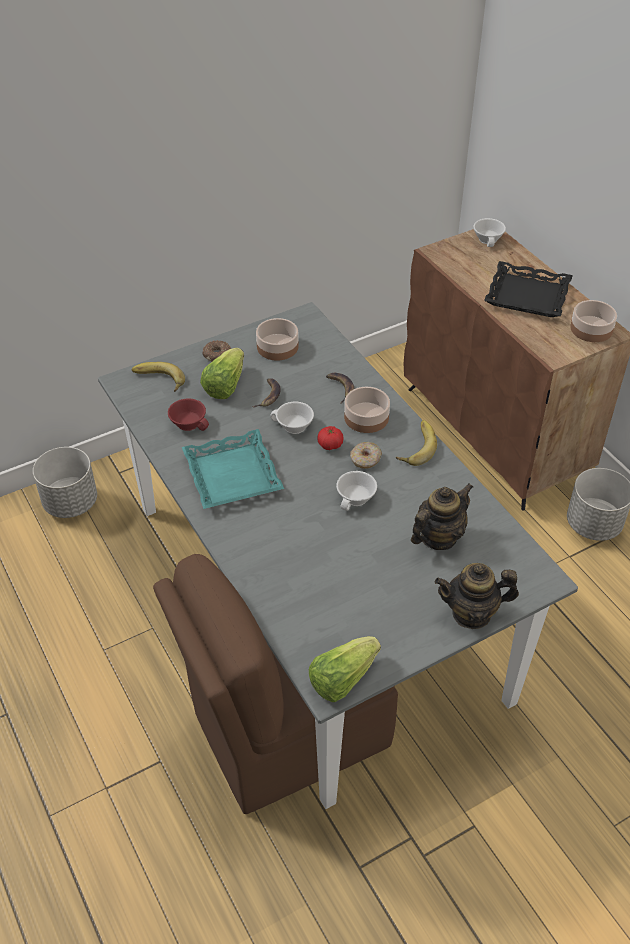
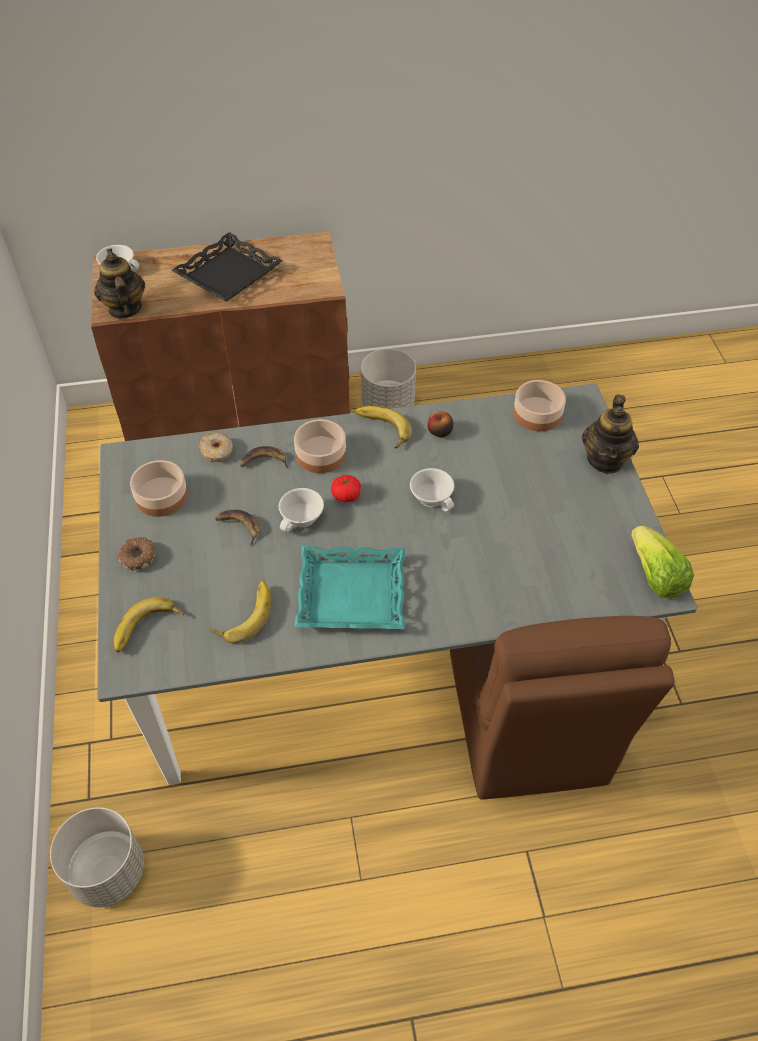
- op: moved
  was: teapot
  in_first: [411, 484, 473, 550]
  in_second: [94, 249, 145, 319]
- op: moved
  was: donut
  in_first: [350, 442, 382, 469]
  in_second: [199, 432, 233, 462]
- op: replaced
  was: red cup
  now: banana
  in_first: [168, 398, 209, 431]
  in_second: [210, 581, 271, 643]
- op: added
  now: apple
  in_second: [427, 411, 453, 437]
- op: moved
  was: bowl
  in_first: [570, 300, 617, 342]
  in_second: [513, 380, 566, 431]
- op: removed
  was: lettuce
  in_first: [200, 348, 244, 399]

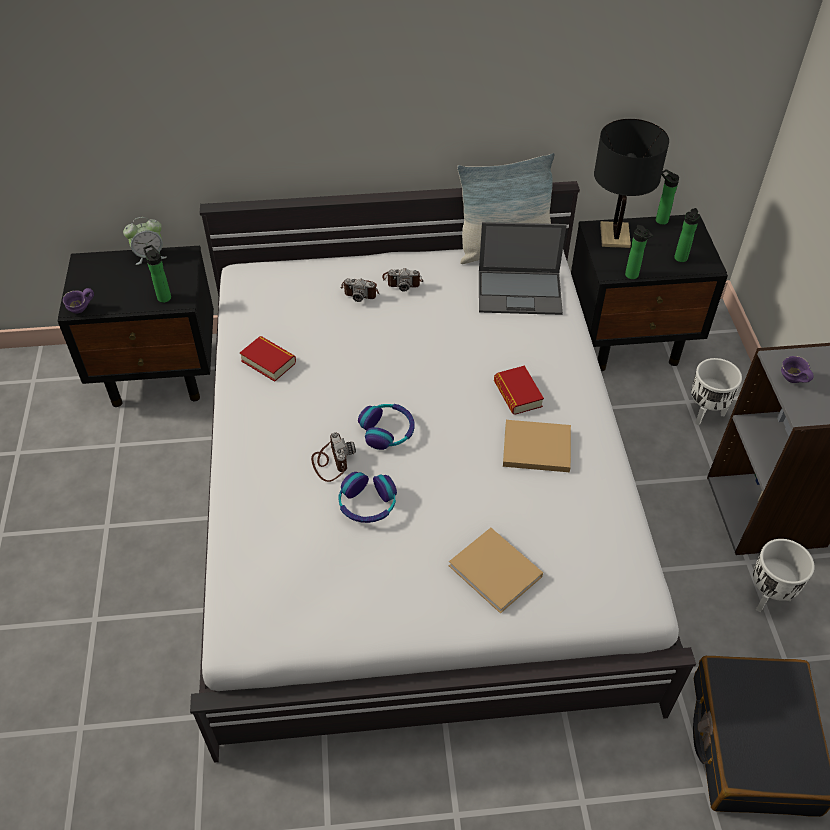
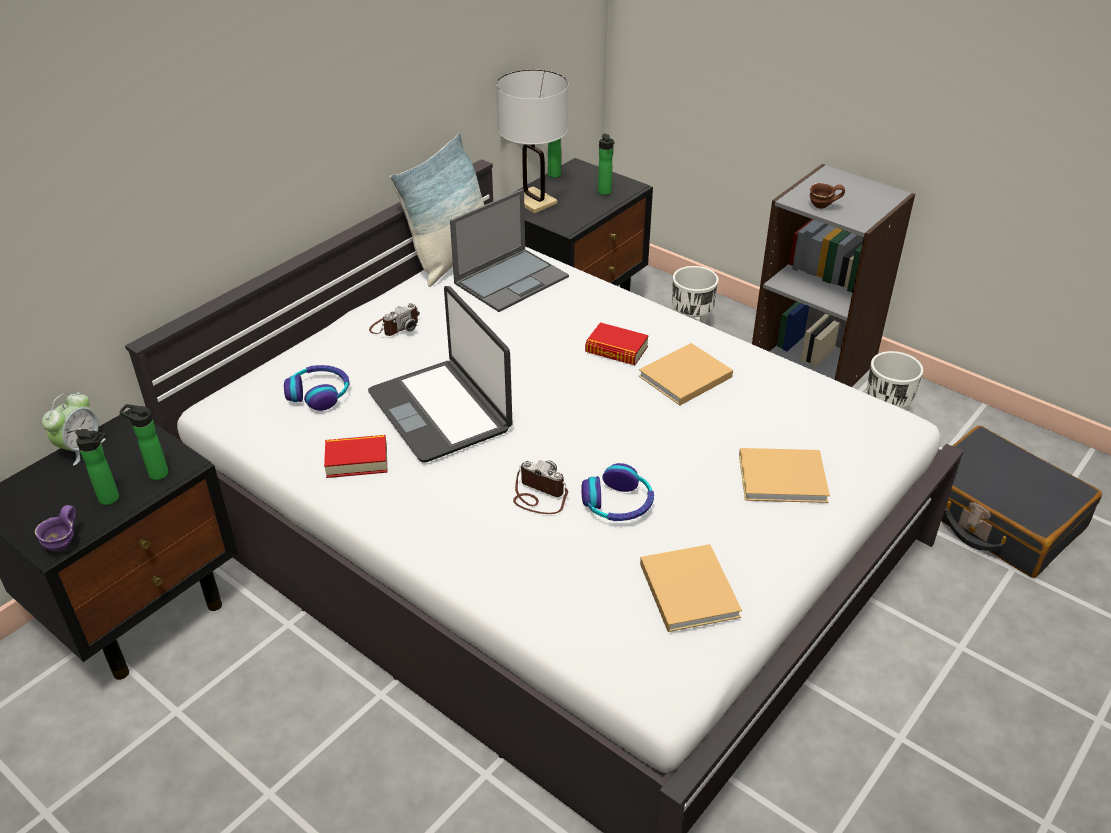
- op: moved
  was: bottle
  in_first: [625, 225, 653, 279]
  in_second: [75, 429, 119, 505]
- op: moved
  was: headphones
  in_first: [358, 404, 415, 450]
  in_second: [284, 365, 350, 411]
- op: added
  now: laptop
  in_second: [368, 286, 513, 463]
- op: recoloured
  was: black table lamp
  now: white table lamp
  in_first: [594, 119, 669, 248]
  in_second: [496, 70, 568, 214]
- op: added
  now: beige book
  in_second: [640, 544, 742, 632]
- op: recoloured
  was: purple mug
  now: brown mug
  in_first: [781, 356, 814, 383]
  in_second: [810, 183, 845, 209]
- op: removed
  was: photo camera
  in_first: [340, 278, 380, 302]

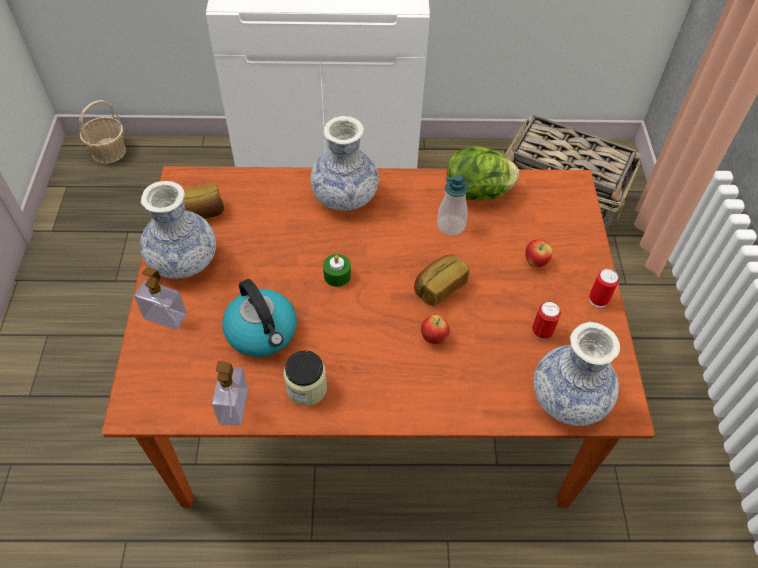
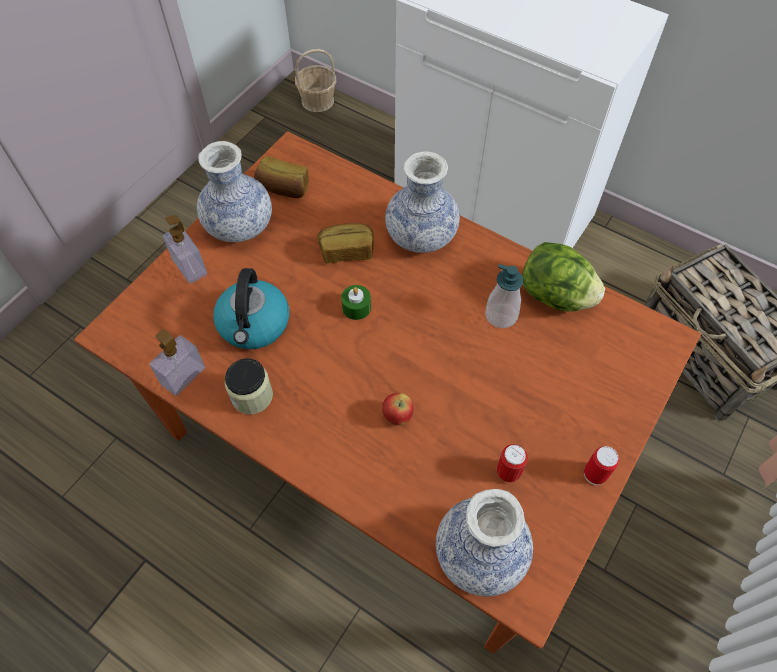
- op: moved
  was: bread
  in_first: [414, 254, 470, 307]
  in_second: [317, 223, 374, 264]
- op: removed
  was: apple
  in_first: [525, 239, 552, 267]

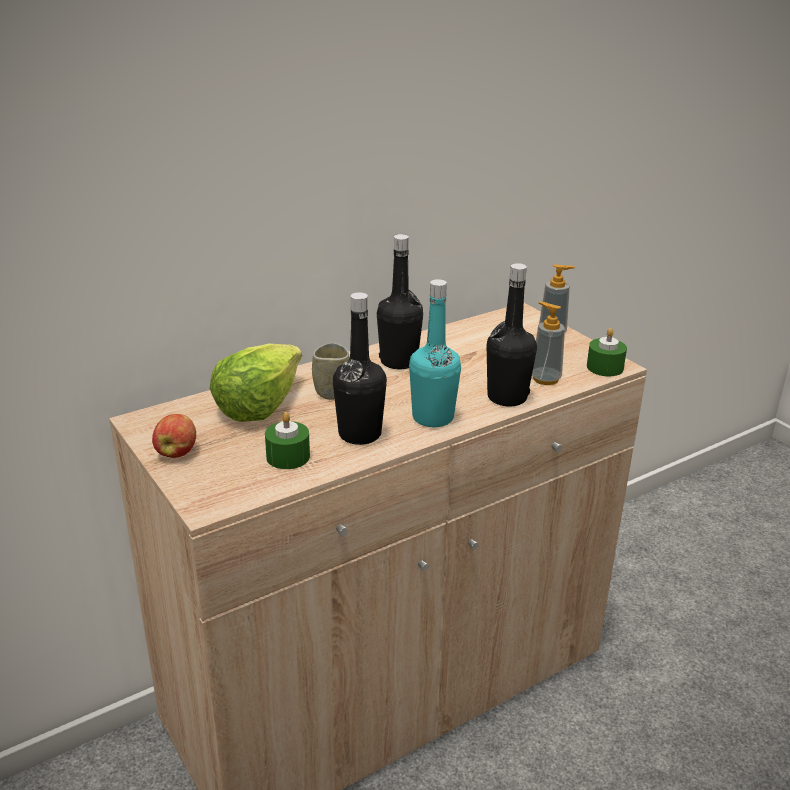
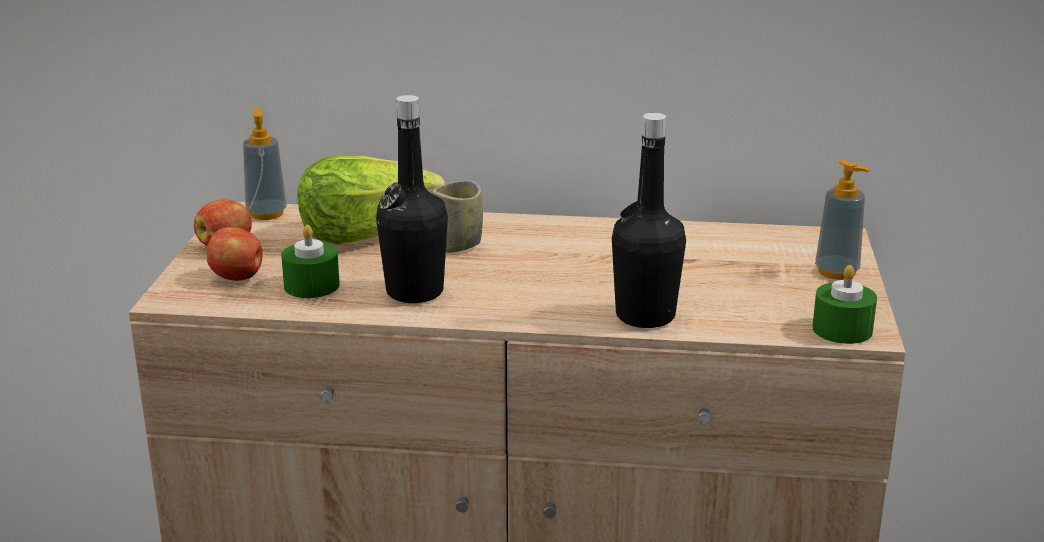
- op: added
  now: apple
  in_second: [206, 227, 263, 281]
- op: moved
  was: soap dispenser
  in_first: [532, 302, 565, 385]
  in_second: [243, 108, 287, 220]
- op: removed
  was: black bottle
  in_first: [377, 234, 423, 369]
- op: removed
  was: turquoise bottle
  in_first: [409, 279, 461, 427]

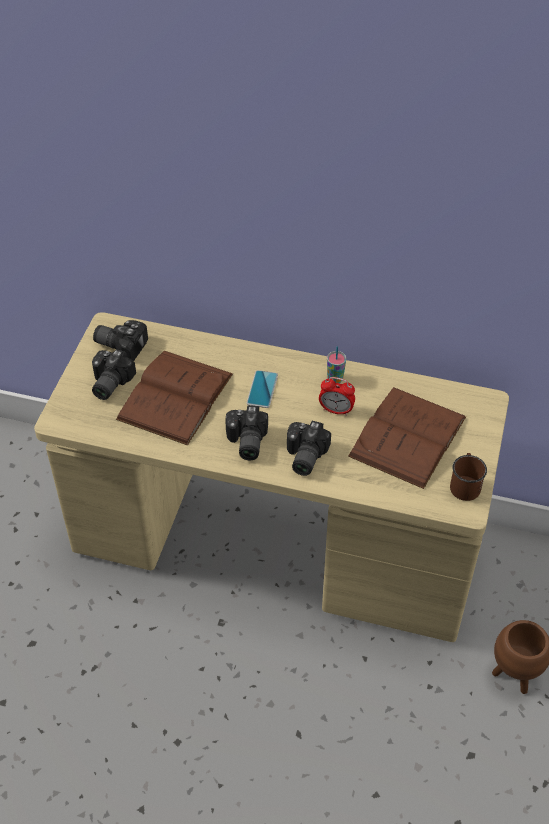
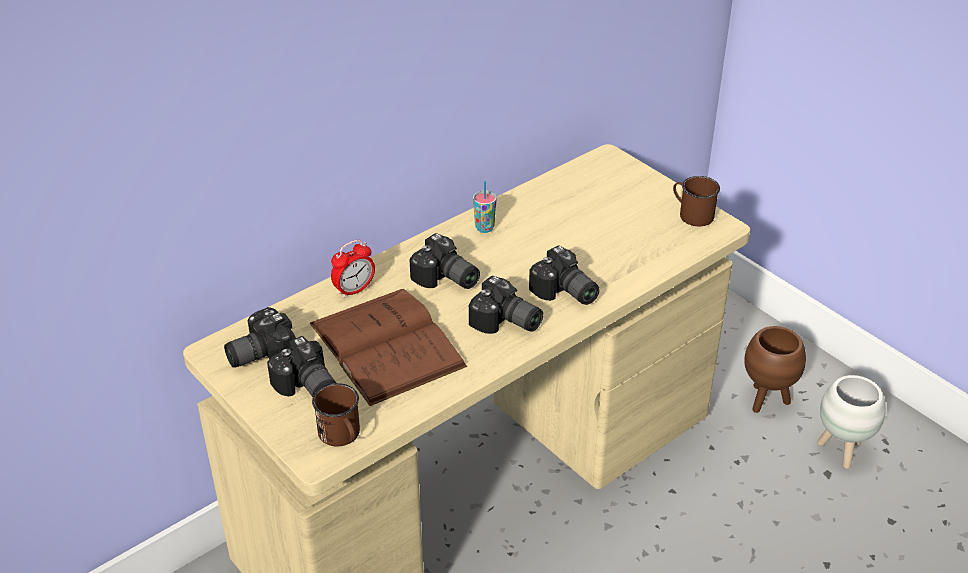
- op: added
  now: brown mug
  in_second: [312, 383, 360, 446]
- op: moved
  was: alarm clock
  in_first: [319, 377, 355, 416]
  in_second: [331, 240, 375, 299]
- op: replaced
  was: phone
  now: photo camera
  in_first: [247, 370, 278, 408]
  in_second: [410, 233, 480, 289]
- op: added
  now: white planter
  in_second: [818, 375, 886, 469]
- op: removed
  was: brown book
  in_first: [348, 387, 466, 489]

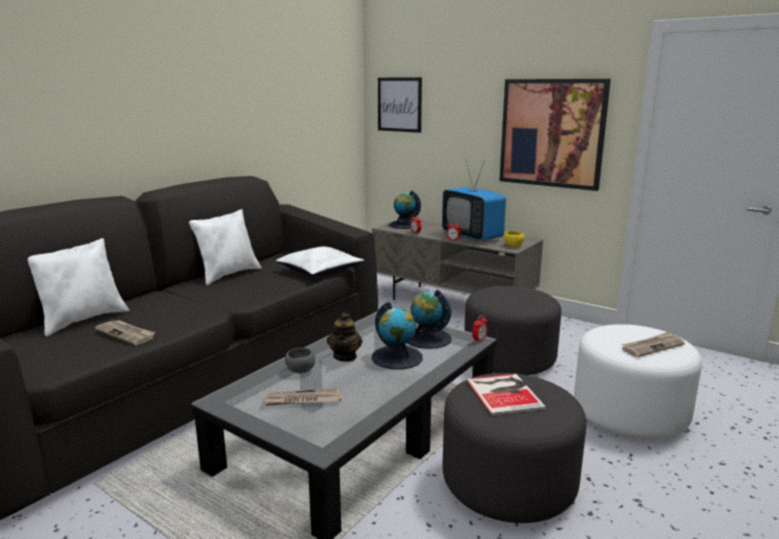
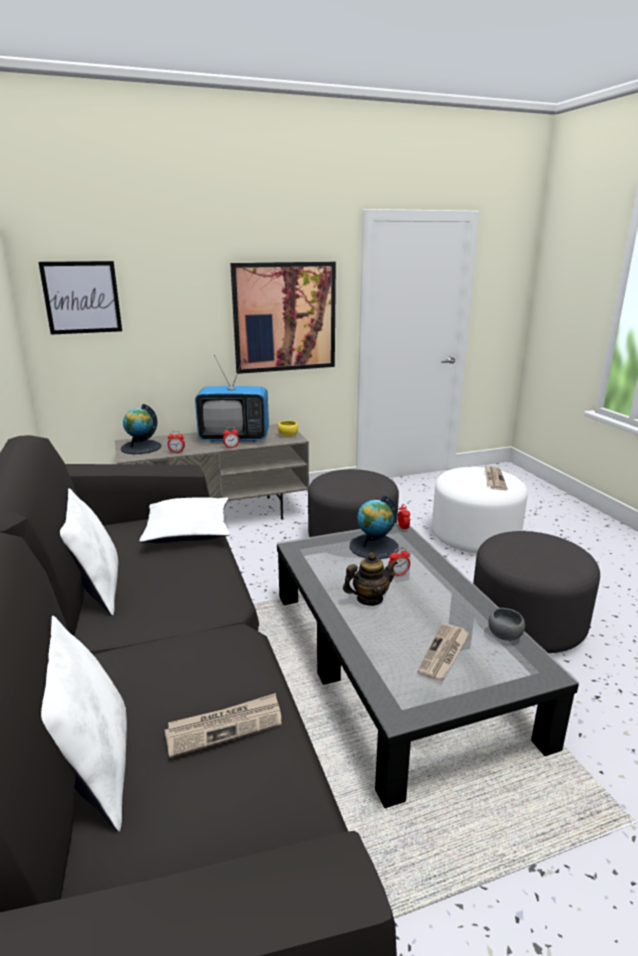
- op: turned
  was: teapot
  in_first: [327, 313, 362, 362]
  in_second: [343, 552, 398, 606]
  clockwise: -60
- op: replaced
  was: globe
  now: alarm clock
  in_first: [371, 302, 423, 369]
  in_second: [388, 548, 410, 576]
- op: moved
  was: grey bowl
  in_first: [285, 348, 315, 374]
  in_second: [488, 608, 525, 641]
- op: removed
  was: book
  in_first: [466, 374, 546, 416]

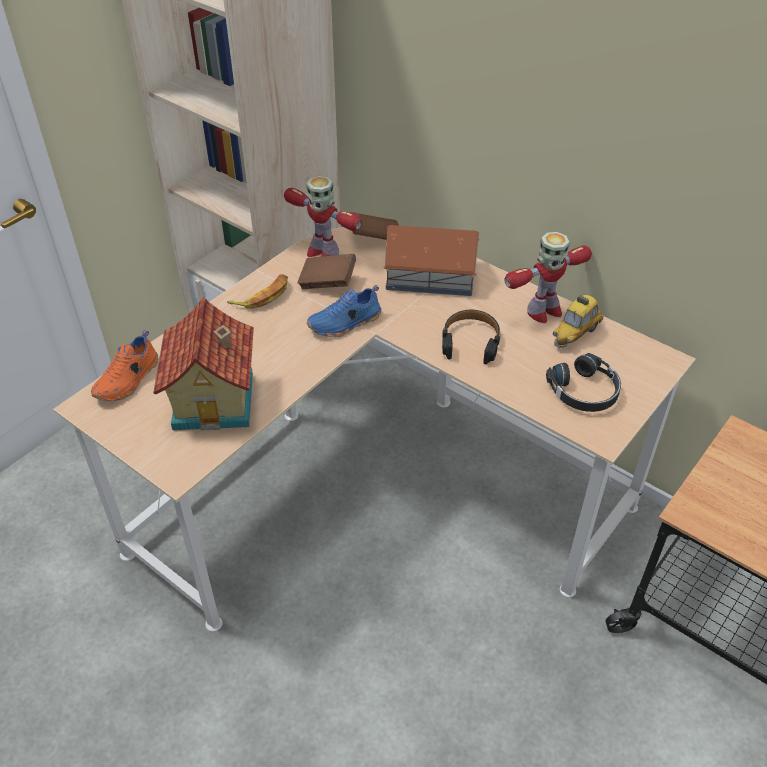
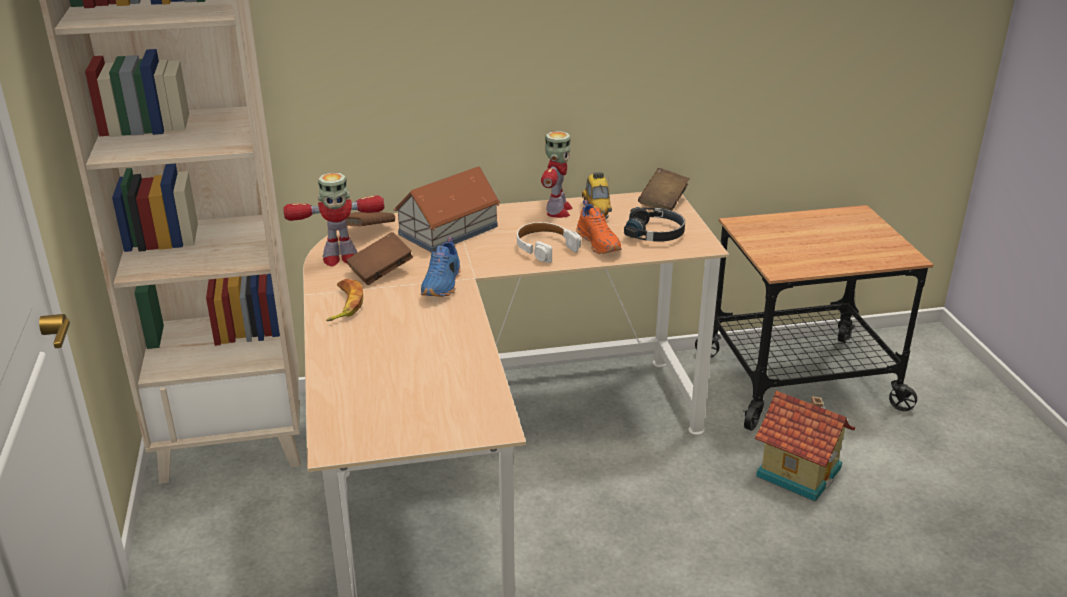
- op: recoloured
  was: black headphones
  now: white headphones
  in_first: [442, 310, 501, 364]
  in_second: [517, 222, 581, 263]
- op: moved
  was: orange shoe
  in_first: [91, 330, 158, 401]
  in_second: [576, 200, 621, 254]
- op: added
  now: brown book
  in_second: [638, 168, 690, 211]
- op: moved
  was: toy house
  in_first: [153, 297, 254, 431]
  in_second: [755, 391, 856, 502]

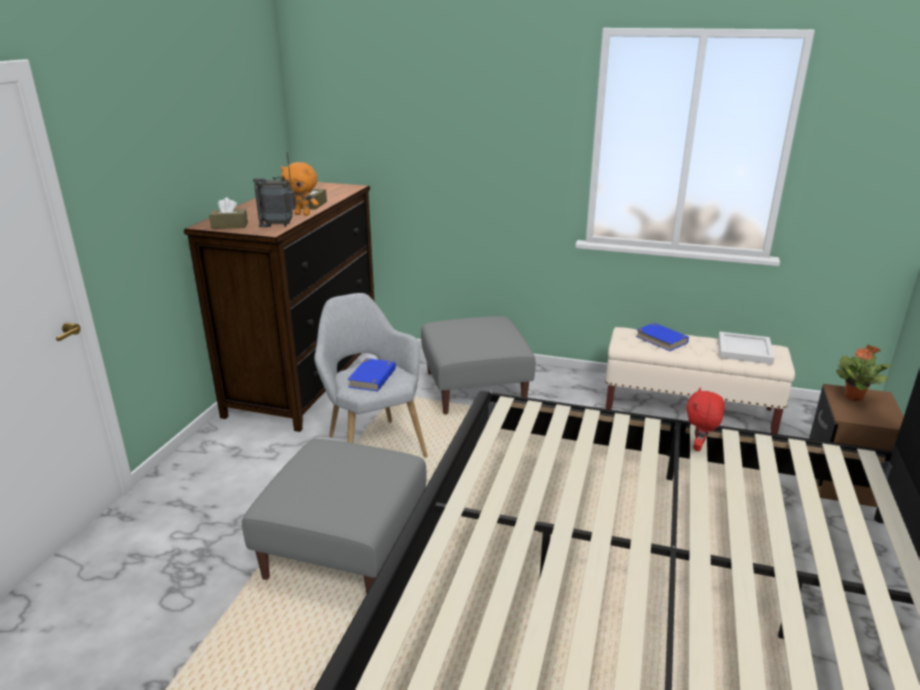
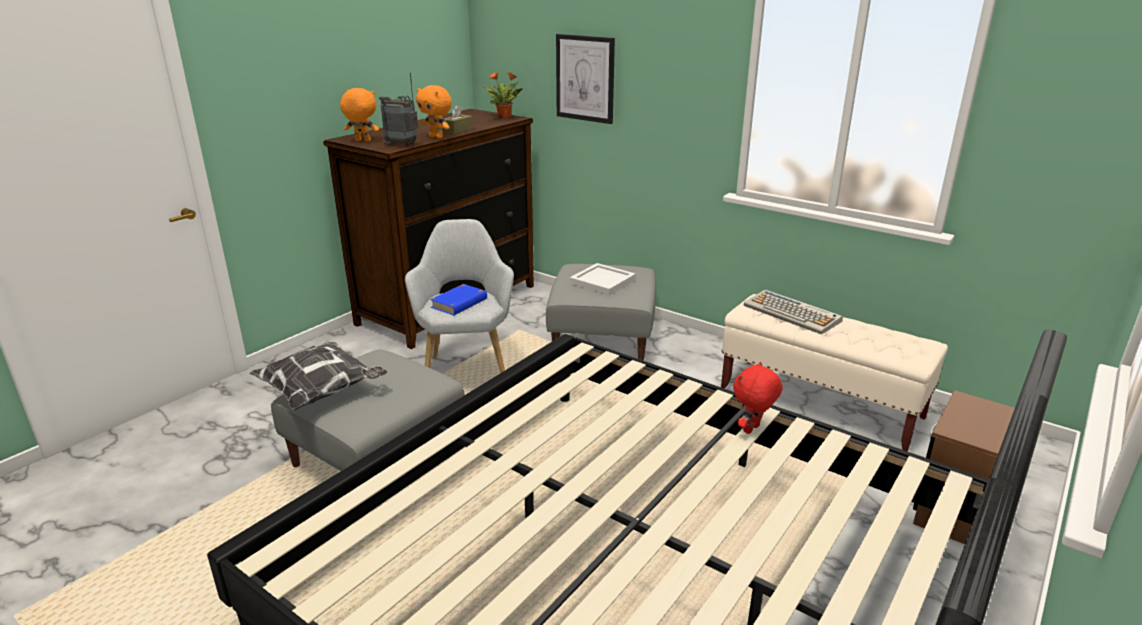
- op: added
  now: pillow
  in_second: [249, 342, 387, 410]
- op: replaced
  was: brown tissue box
  now: orange plush toy
  in_first: [209, 198, 248, 229]
  in_second: [340, 88, 379, 142]
- op: moved
  was: potted plant
  in_first: [836, 345, 893, 401]
  in_second: [484, 71, 523, 118]
- op: added
  now: picture
  in_second: [556, 34, 615, 124]
- op: moved
  was: white tray
  in_first: [718, 332, 774, 364]
  in_second: [570, 263, 636, 295]
- op: replaced
  was: blue book
  now: keyboard
  in_first: [636, 323, 689, 351]
  in_second: [744, 289, 843, 335]

